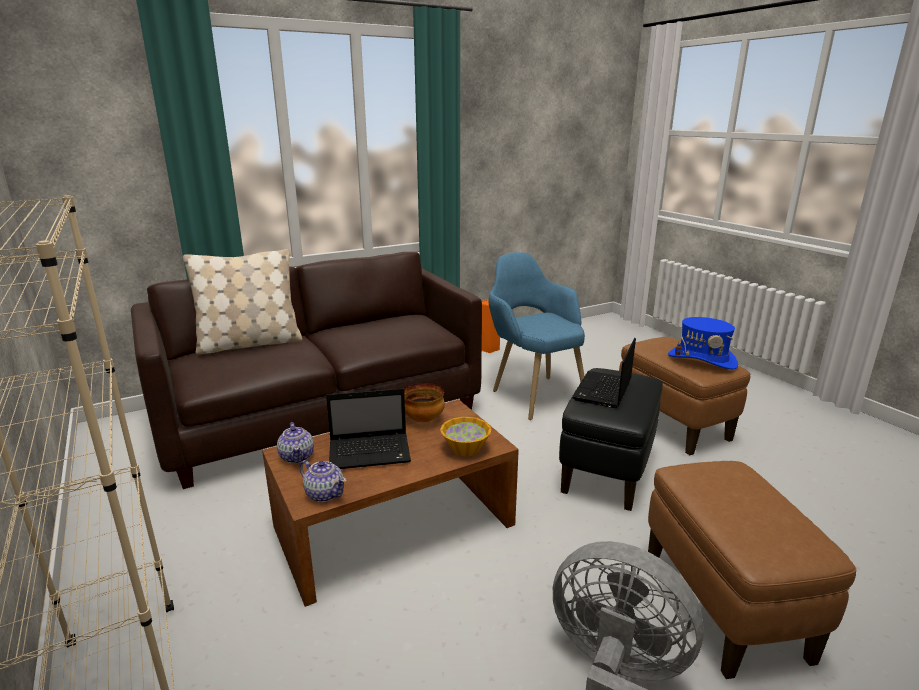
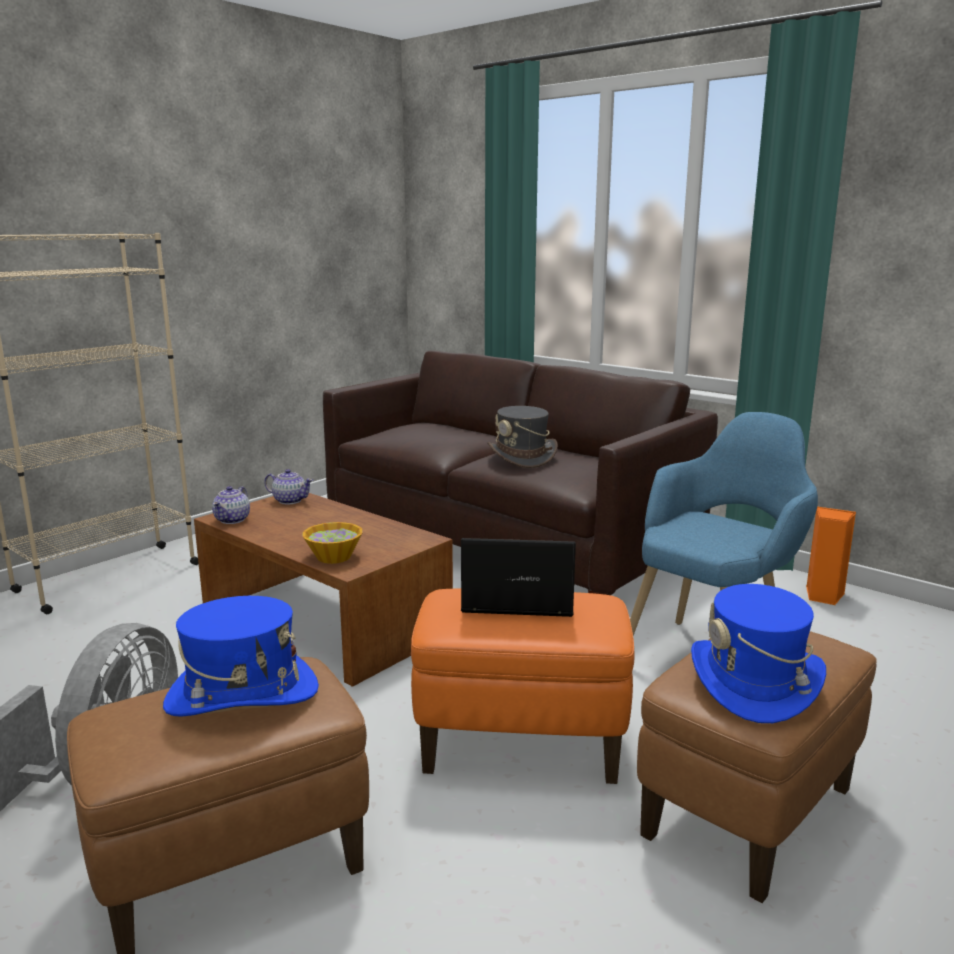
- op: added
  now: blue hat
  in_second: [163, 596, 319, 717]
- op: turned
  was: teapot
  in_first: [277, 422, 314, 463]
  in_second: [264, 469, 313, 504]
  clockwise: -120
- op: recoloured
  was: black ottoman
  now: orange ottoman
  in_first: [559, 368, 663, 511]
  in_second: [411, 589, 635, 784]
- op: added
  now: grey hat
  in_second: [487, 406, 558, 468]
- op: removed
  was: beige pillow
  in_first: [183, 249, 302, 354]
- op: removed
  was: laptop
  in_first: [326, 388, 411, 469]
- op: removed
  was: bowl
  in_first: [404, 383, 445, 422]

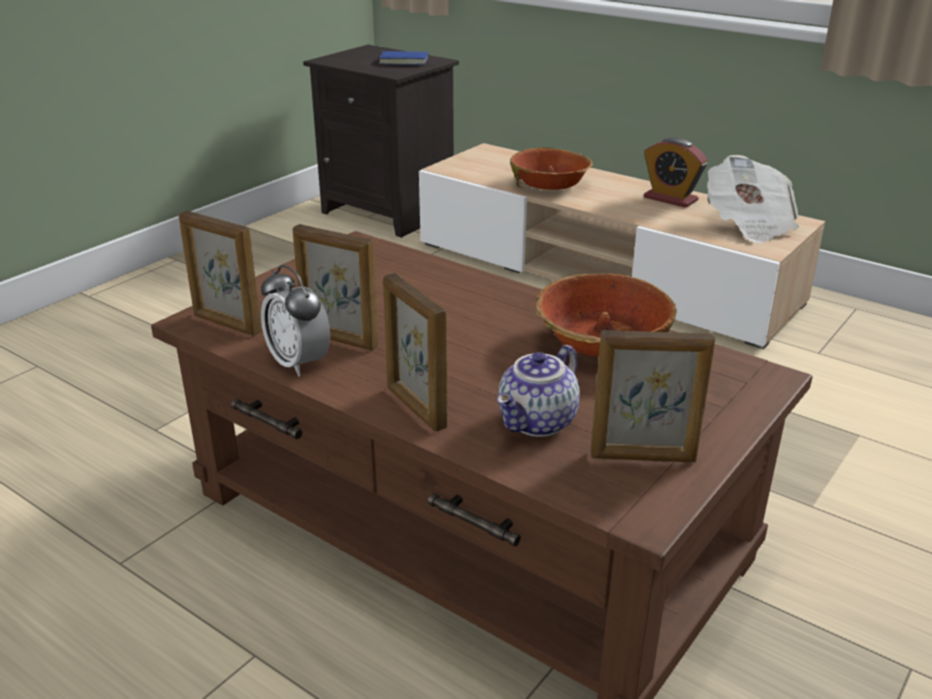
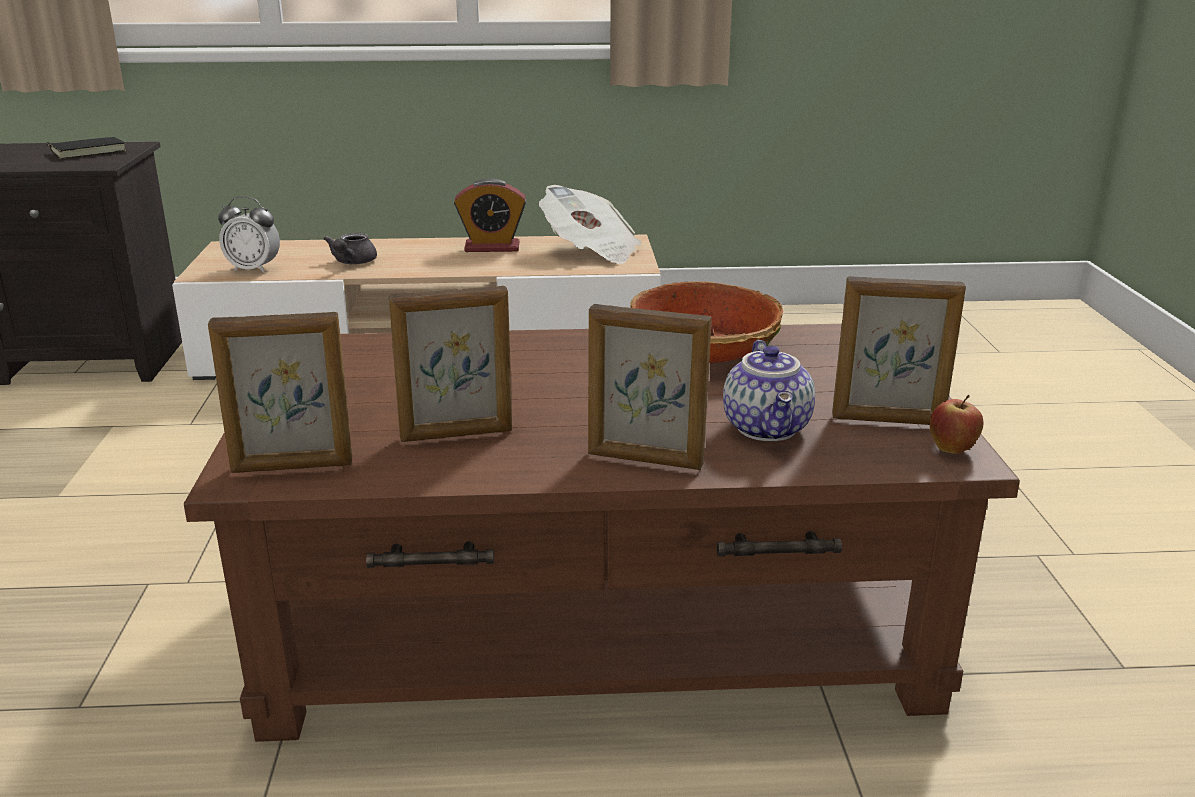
- op: recoloured
  was: blue book
  now: black book
  in_first: [378, 50, 429, 65]
  in_second: [46, 137, 126, 159]
- op: moved
  was: alarm clock
  in_first: [261, 265, 330, 376]
  in_second: [218, 196, 280, 273]
- op: replaced
  was: bowl
  now: grey teapot
  in_first: [510, 147, 593, 190]
  in_second: [324, 233, 377, 265]
- op: turned
  was: picture frame
  in_first: [590, 330, 715, 462]
  in_second: [832, 276, 966, 425]
  clockwise: 45
- op: added
  now: apple
  in_second: [930, 395, 983, 454]

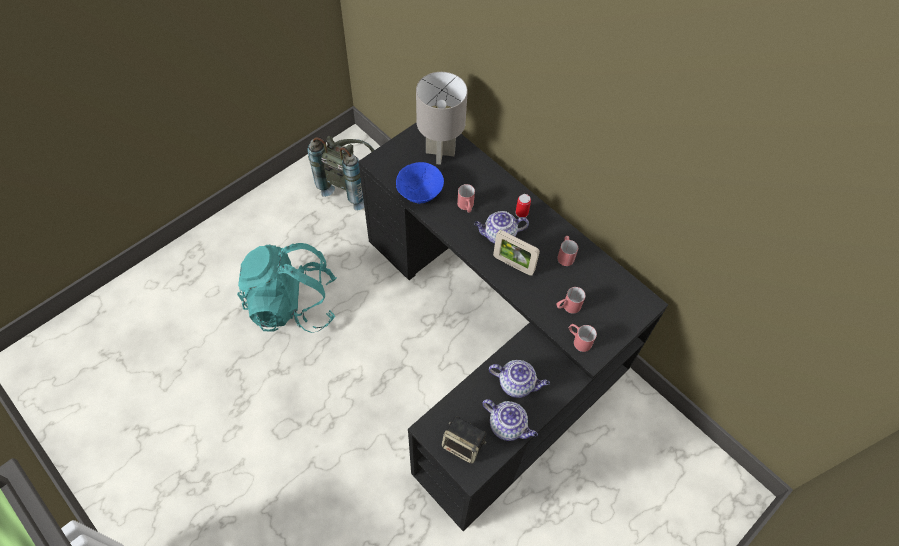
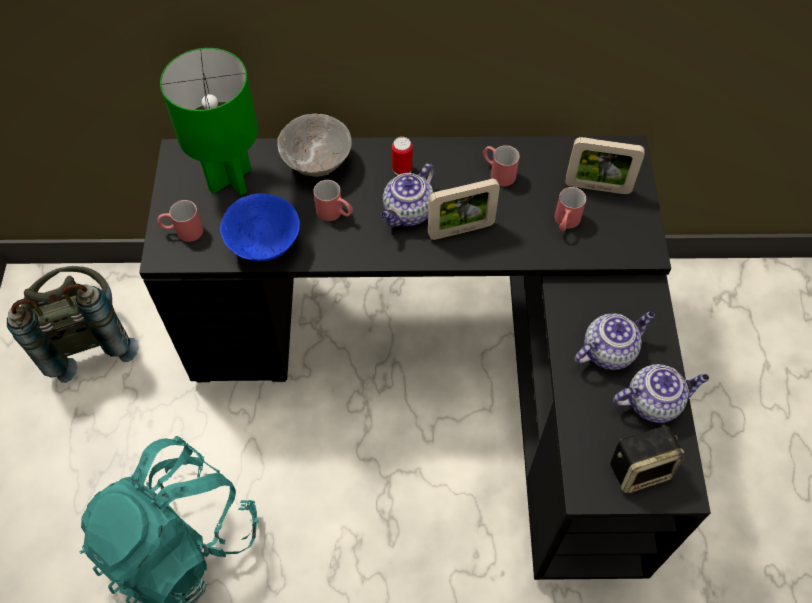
- op: moved
  was: red mug
  in_first: [569, 324, 597, 352]
  in_second: [158, 200, 203, 242]
- op: recoloured
  was: grey table lamp
  now: green table lamp
  in_first: [416, 72, 468, 165]
  in_second: [160, 48, 258, 196]
- op: added
  now: grey bowl
  in_second: [277, 114, 352, 177]
- op: added
  now: picture frame
  in_second: [565, 137, 645, 194]

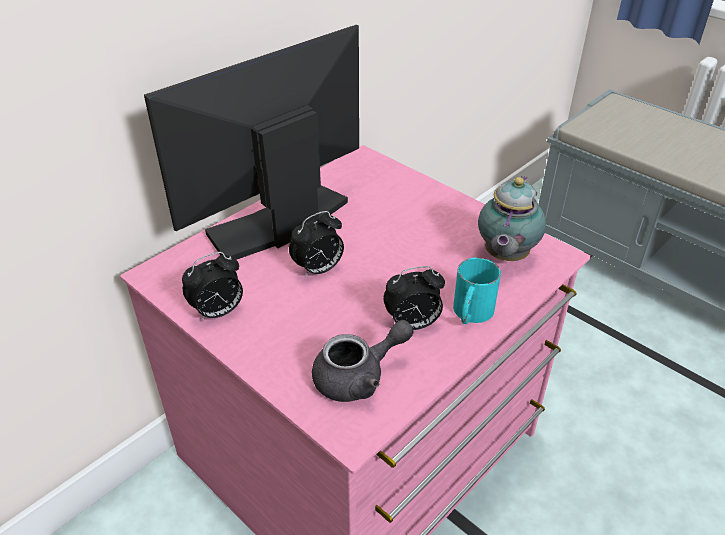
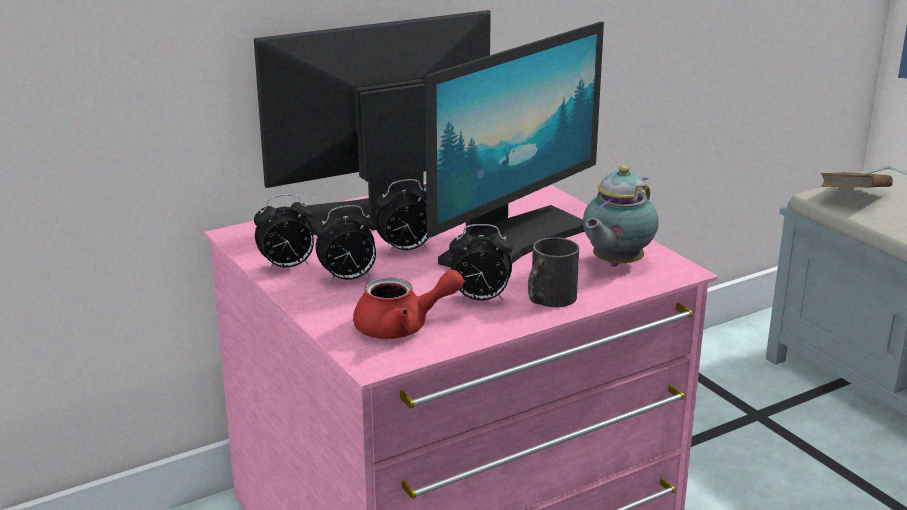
- op: added
  now: alarm clock
  in_second: [316, 205, 377, 283]
- op: recoloured
  was: grey teapot
  now: red teapot
  in_first: [312, 320, 414, 402]
  in_second: [353, 270, 464, 339]
- op: added
  now: monitor
  in_second: [425, 22, 604, 268]
- op: recoloured
  was: turquoise mug
  now: black mug
  in_first: [453, 258, 501, 324]
  in_second: [528, 237, 579, 307]
- op: added
  now: brown book
  in_second: [821, 172, 893, 187]

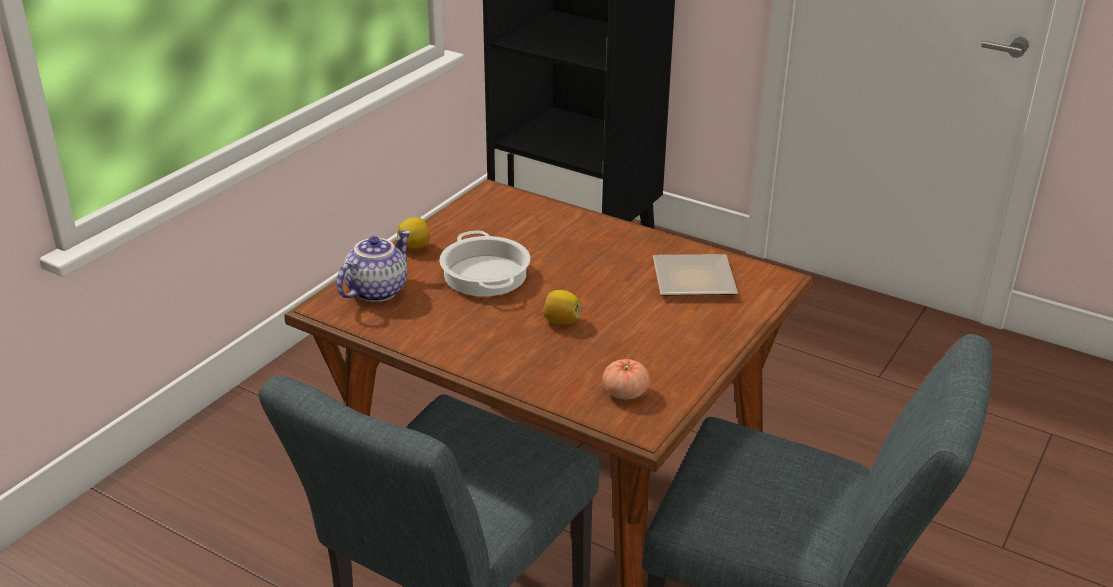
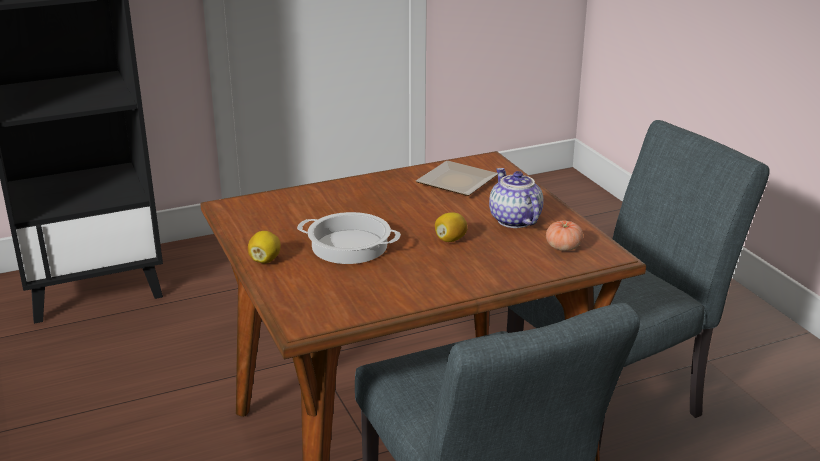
- op: moved
  was: teapot
  in_first: [336, 230, 411, 302]
  in_second: [489, 168, 544, 228]

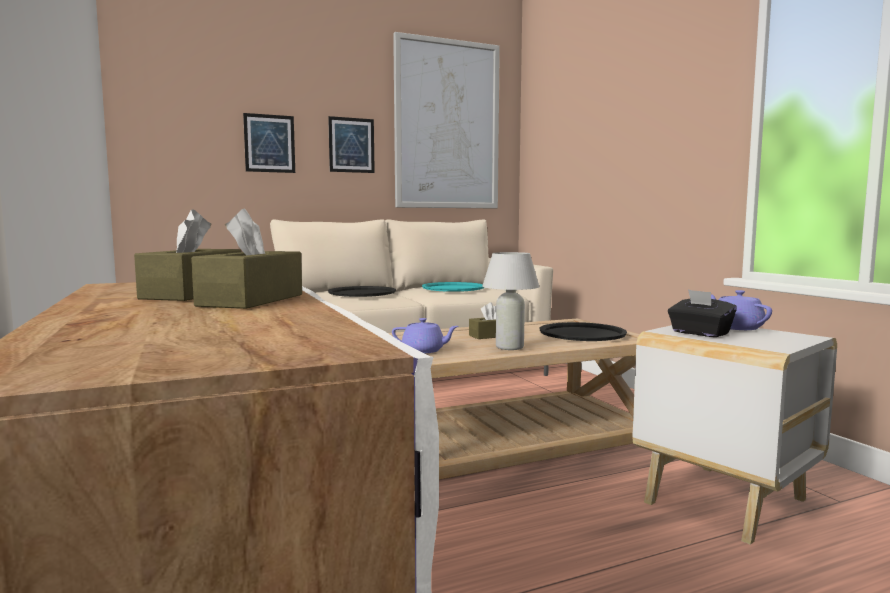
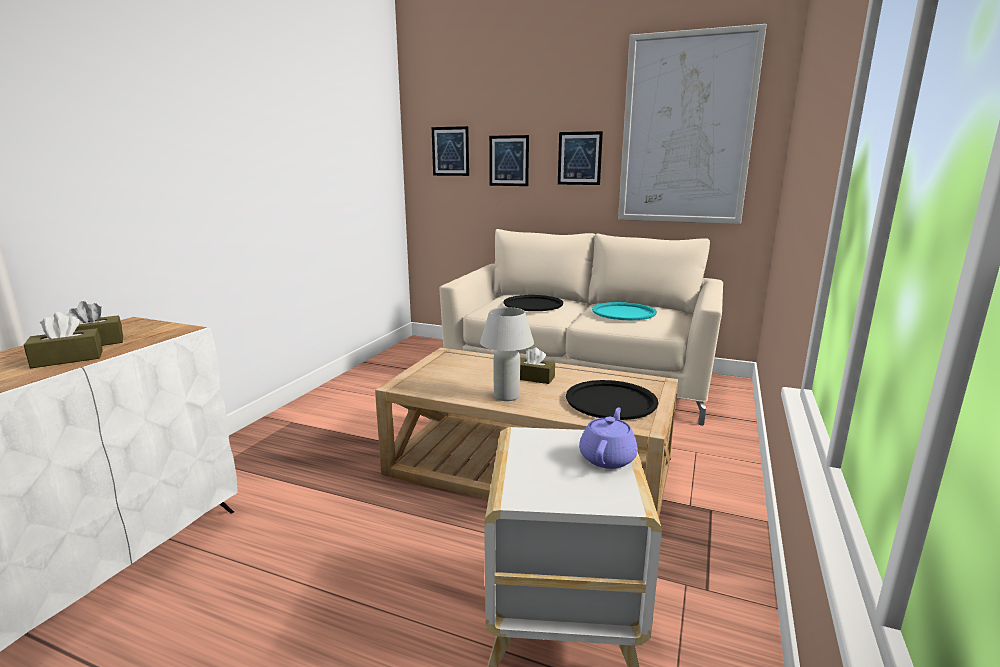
- op: added
  now: picture
  in_second: [432, 126, 469, 176]
- op: removed
  was: purple teapot
  in_first: [392, 318, 459, 353]
- op: removed
  was: black tissue box
  in_first: [668, 289, 737, 337]

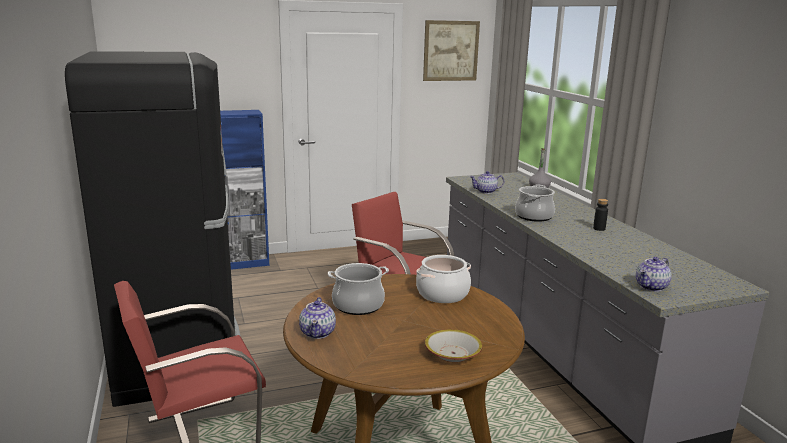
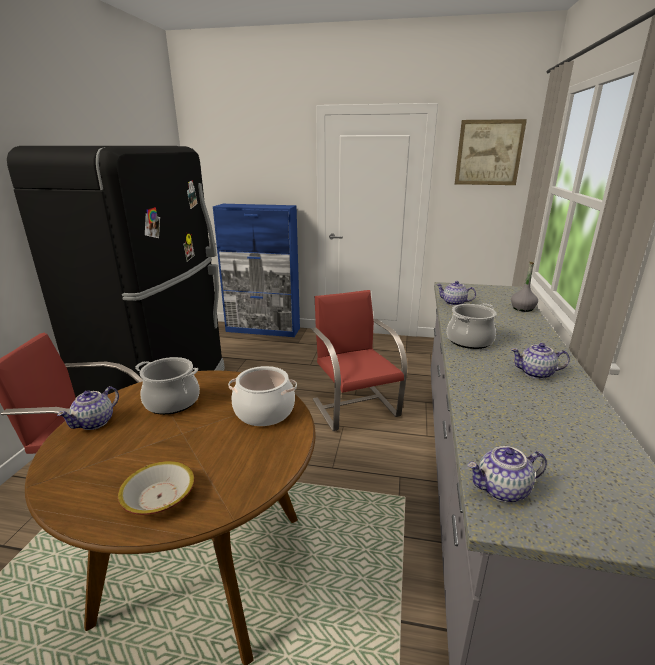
- op: replaced
  was: black bottle
  now: teapot
  in_first: [593, 199, 608, 231]
  in_second: [511, 343, 570, 379]

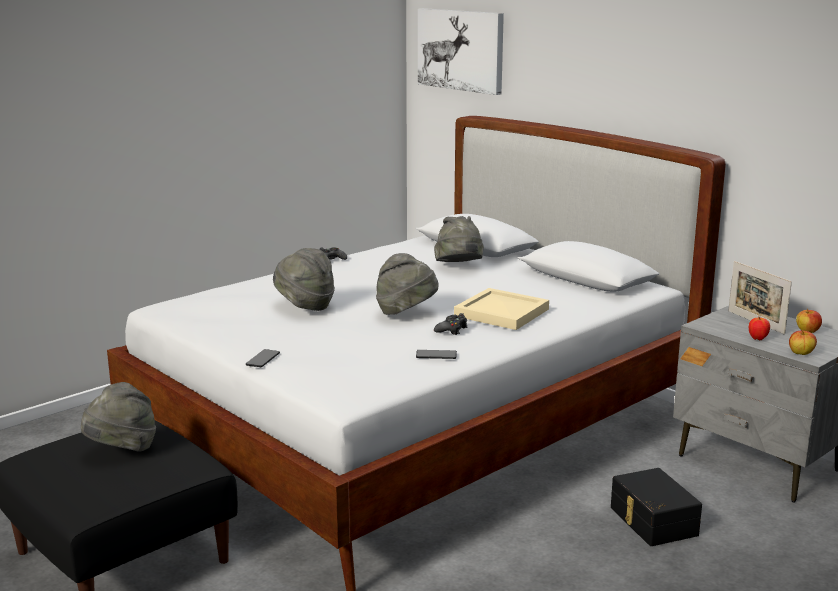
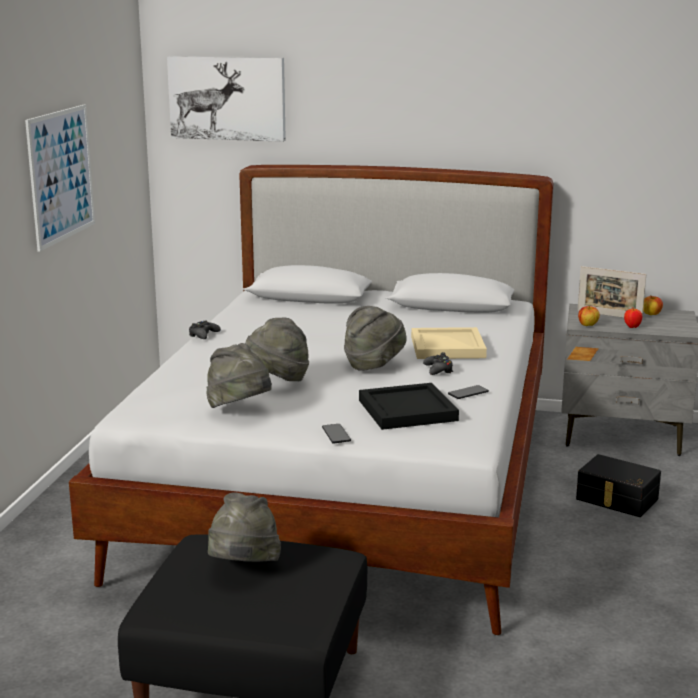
- op: added
  now: picture
  in_second: [25, 105, 95, 252]
- op: moved
  was: grey hat
  in_first: [434, 216, 484, 262]
  in_second: [206, 343, 272, 408]
- op: added
  now: black tray
  in_second: [359, 383, 459, 430]
- op: moved
  was: apple
  in_first: [789, 331, 817, 355]
  in_second: [578, 306, 600, 326]

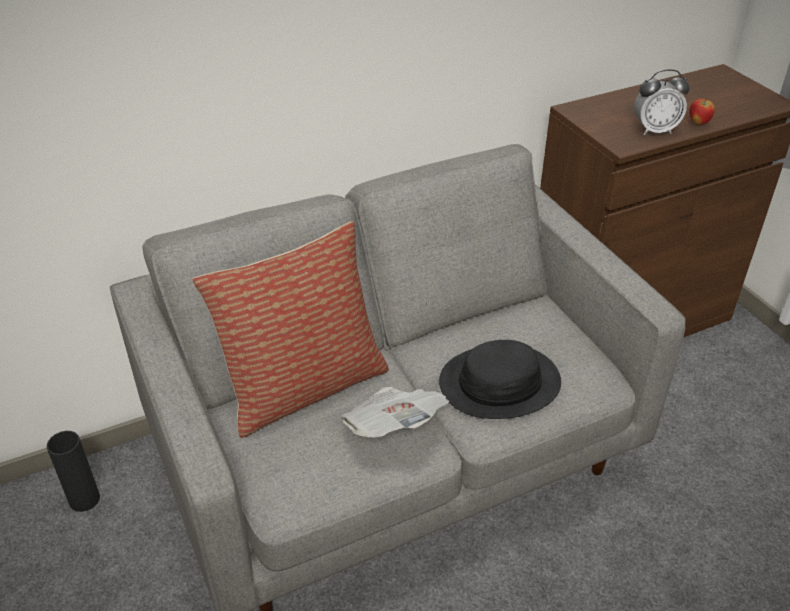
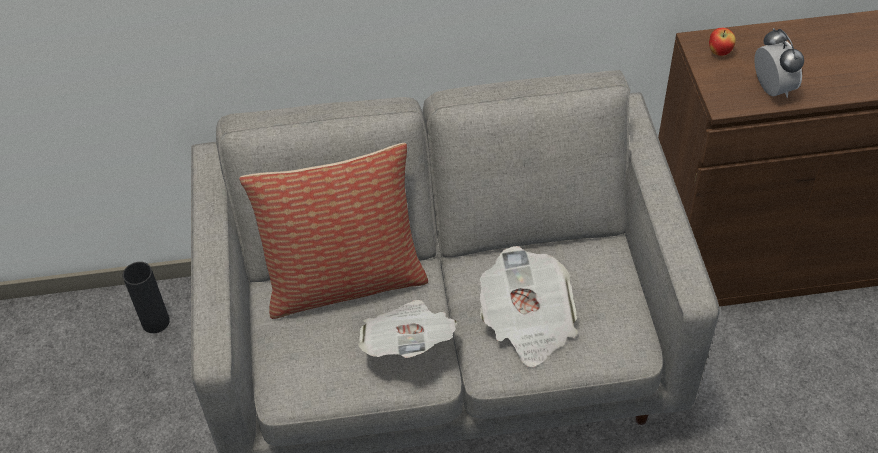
- op: replaced
  was: black hat
  now: newspaper
  in_first: [439, 340, 561, 419]
  in_second: [480, 246, 578, 367]
- op: moved
  was: apple
  in_first: [689, 98, 715, 125]
  in_second: [709, 28, 736, 56]
- op: turned
  was: alarm clock
  in_first: [634, 69, 690, 135]
  in_second: [754, 28, 804, 98]
  clockwise: -120

